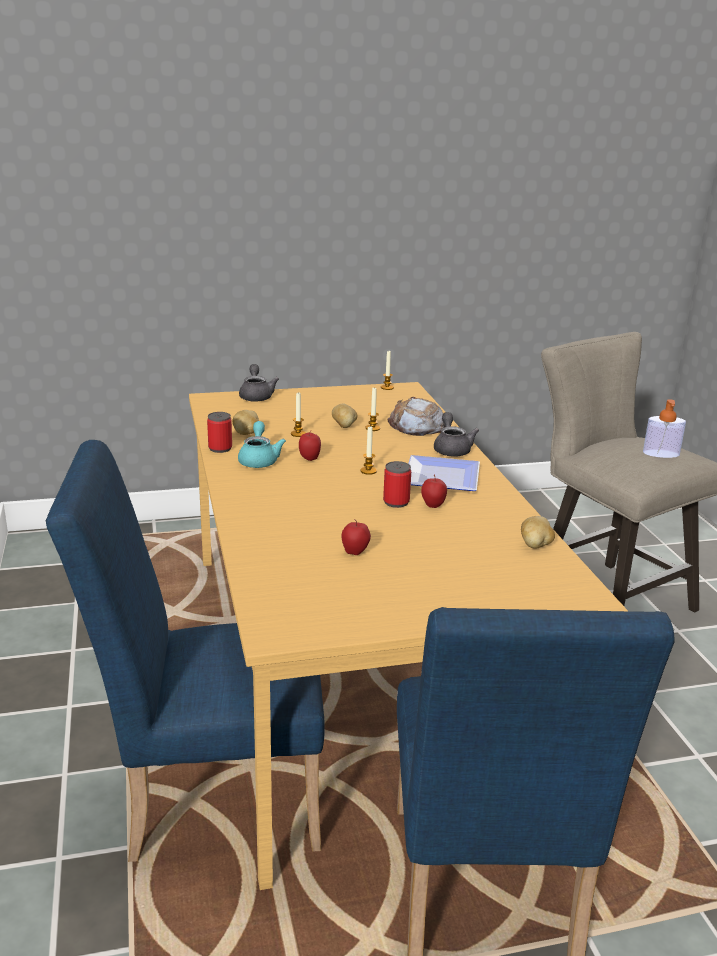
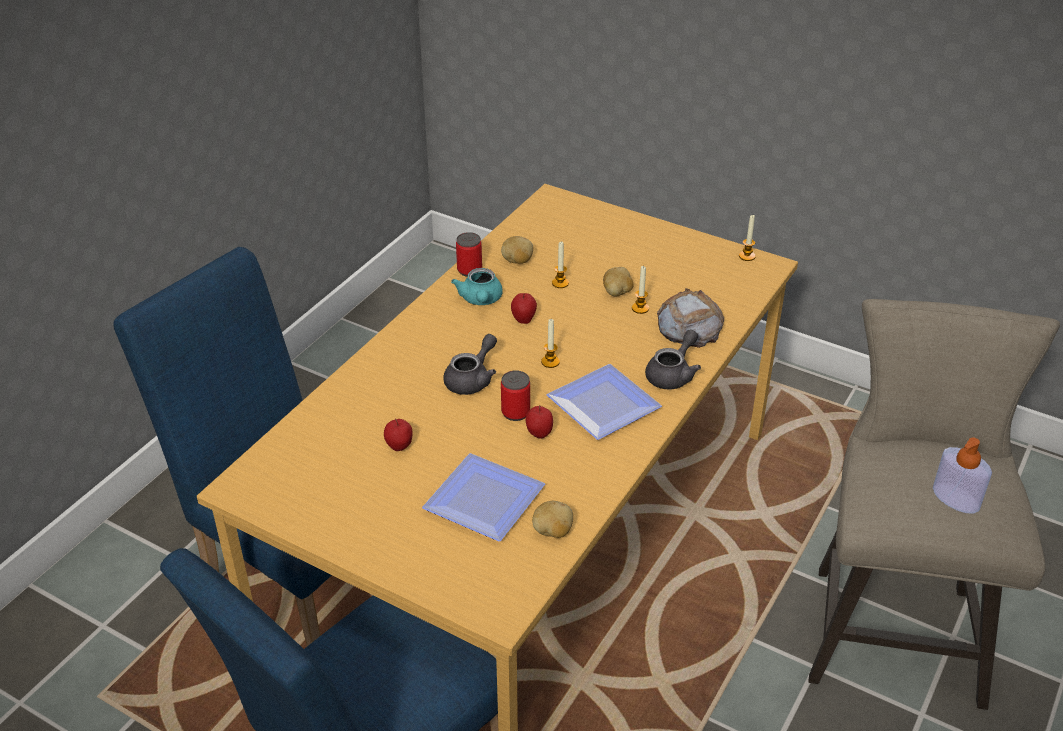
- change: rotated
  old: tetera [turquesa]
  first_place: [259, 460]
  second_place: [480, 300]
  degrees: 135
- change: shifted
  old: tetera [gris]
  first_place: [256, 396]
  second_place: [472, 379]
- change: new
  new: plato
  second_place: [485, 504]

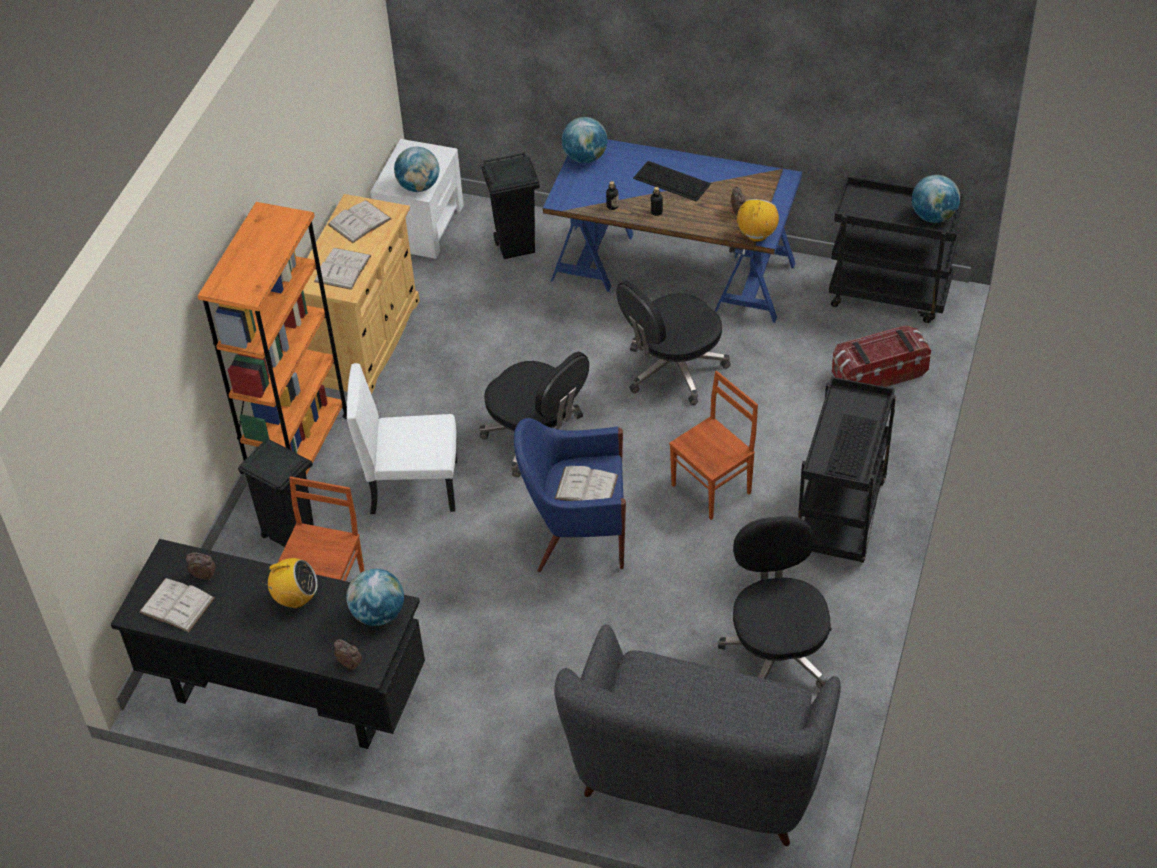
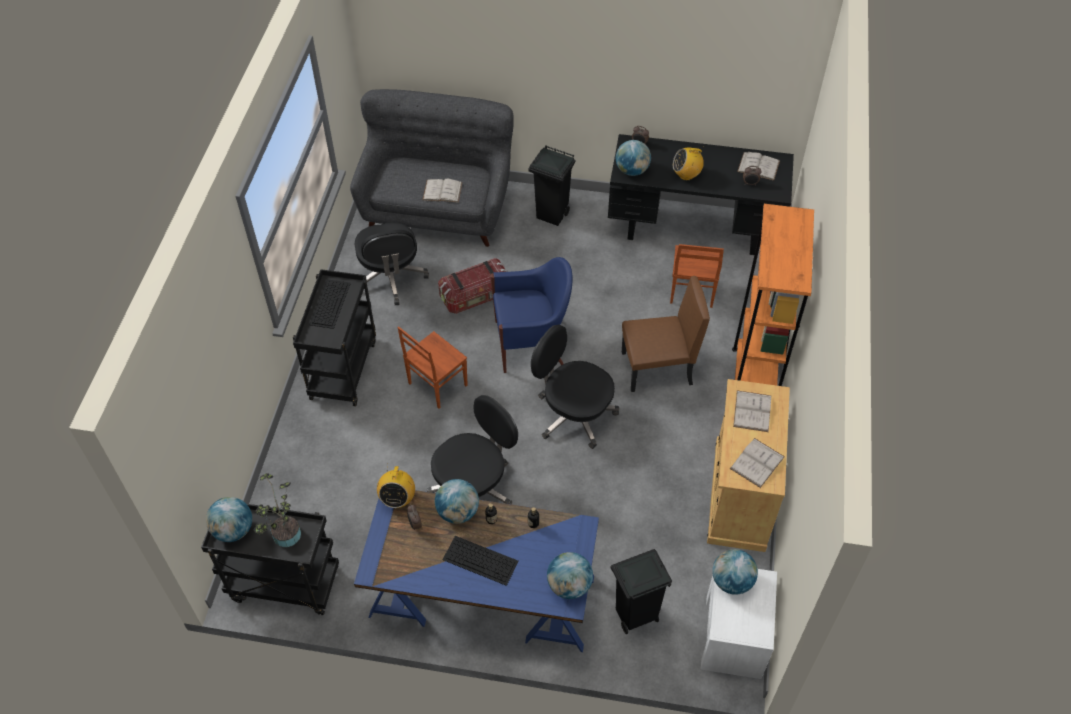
- change: shifted
  old: papelera [negro]
  first_place: [289, 536]
  second_place: [552, 215]
- change: repainted
  old: silla [blanco]
  new: silla [marrón]
  first_place: [414, 486]
  second_place: [657, 369]
- change: shifted
  old: libro [blanco]
  first_place: [586, 487]
  second_place: [442, 191]
- change: shifted
  old: caja de almacenaje
  first_place: [878, 373]
  second_place: [475, 296]
- change: new
  new: planta en maceta
  second_place: [285, 537]
- change: new
  new: globo terráqueo
  second_place: [457, 512]

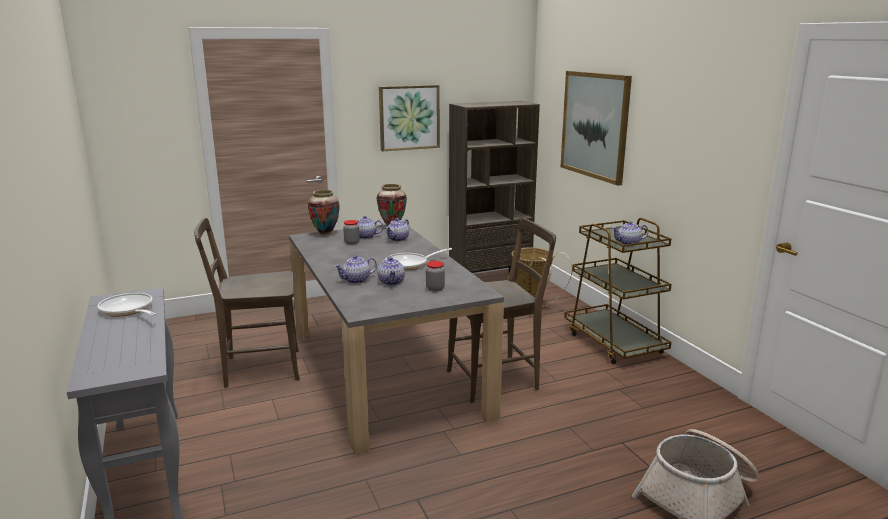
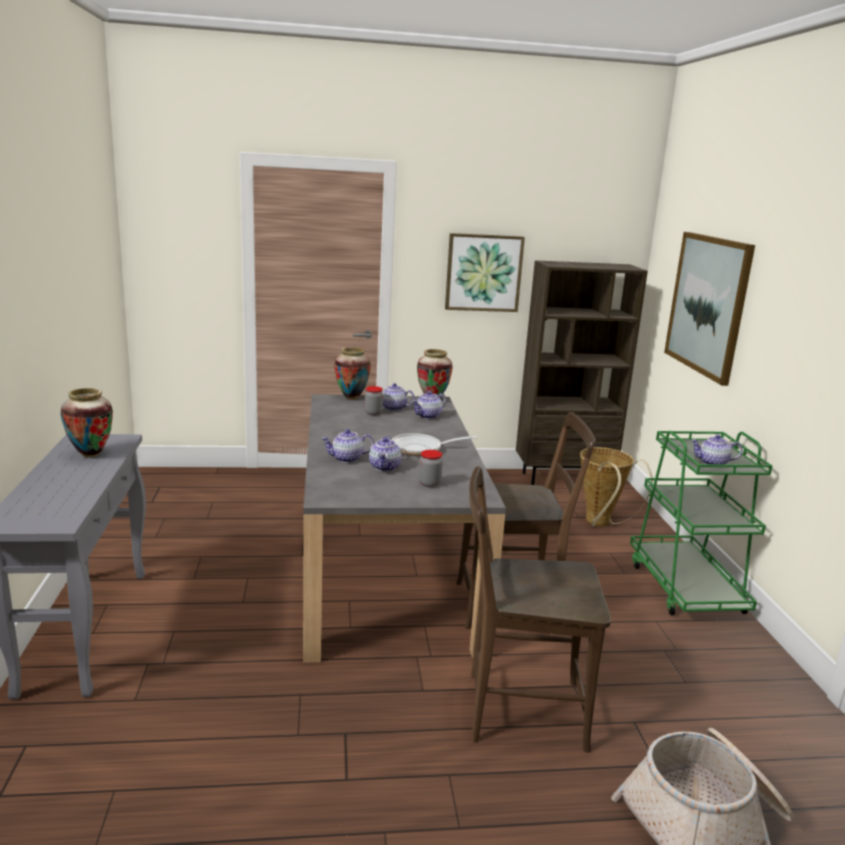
- change: swapped
  old: sartén
  new: florero
  first_place: [128, 310]
  second_place: [90, 454]
- change: shifted
  old: silla [marrón]
  first_place: [257, 369]
  second_place: [517, 709]
- change: repainted
  old: carrito [marrón]
  new: carrito [verde]
  first_place: [614, 343]
  second_place: [685, 587]

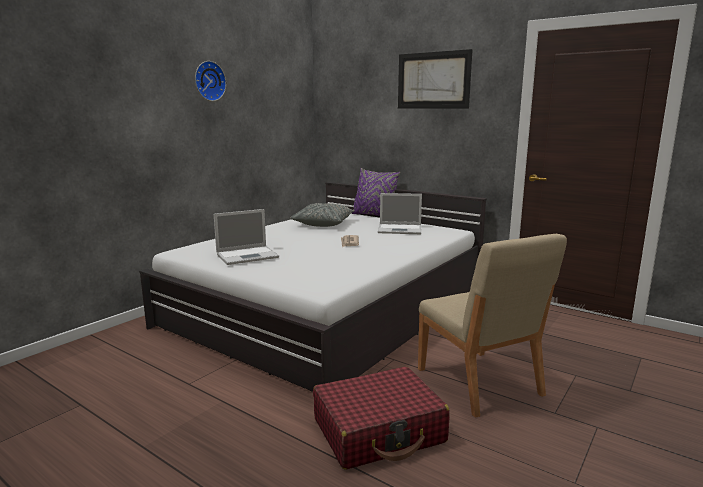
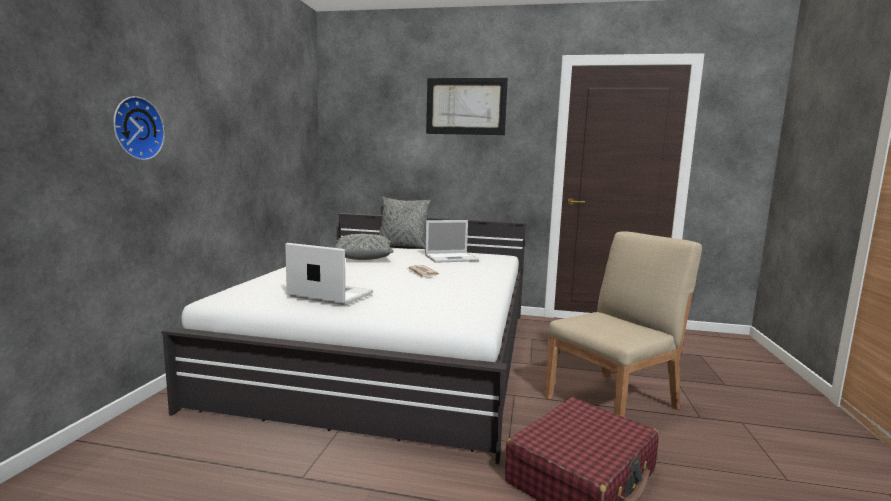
- change: shifted
  old: reloj de pared
  first_place: [208, 81]
  second_place: [135, 128]
- change: rotated
  old: portátil
  first_place: [248, 255]
  second_place: [329, 295]
  degrees: -105
- change: repainted
  old: cojín [morado]
  new: cojín [gris]
  first_place: [373, 215]
  second_place: [402, 247]
- change: rotated
  old: silla [beis]
  first_place: [479, 382]
  second_place: [613, 402]
  degrees: -75

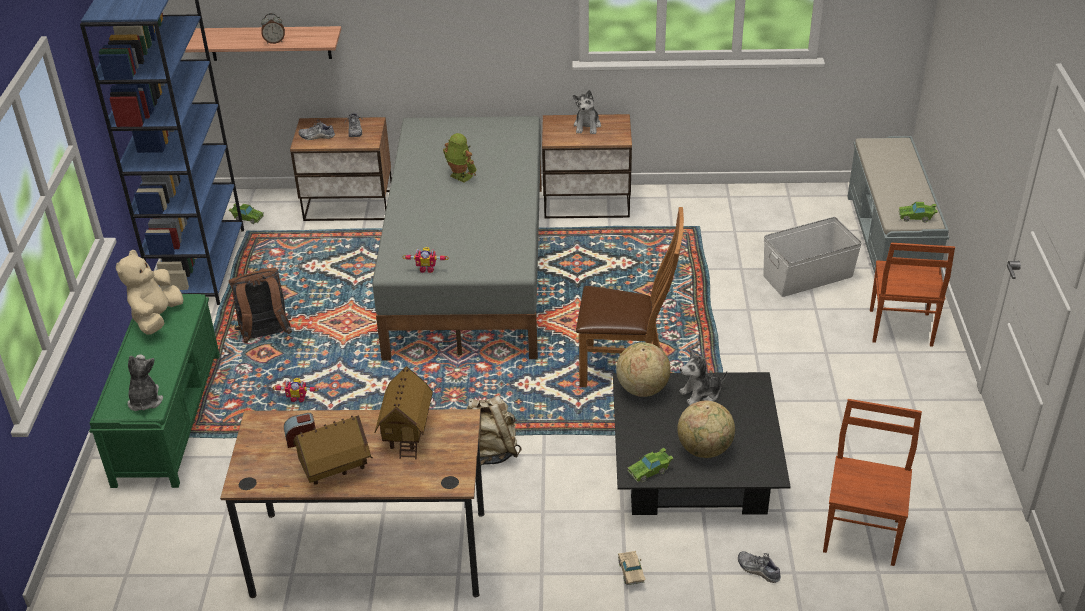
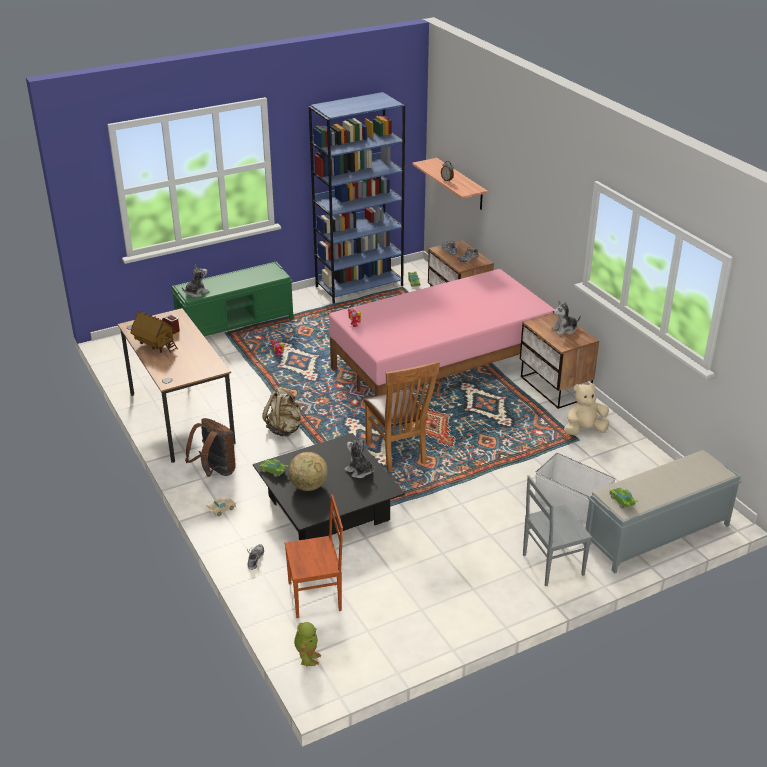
- change: shifted
  old: peluche [beis]
  first_place: [156, 318]
  second_place: [584, 430]
- change: shifted
  old: mochila [marrón]
  first_place: [265, 337]
  second_place: [215, 471]
- change: repainted
  old: cama [gris]
  new: cama [rosa]
  first_place: [469, 267]
  second_place: [442, 367]
- change: gone
  old: casita
  first_place: [406, 432]
- change: shifted
  old: robot de juguete
  first_place: [459, 177]
  second_place: [307, 657]
- change: gone
  old: globo terráqueo
  first_place: [642, 389]
- change: repainted
  old: silla [marrón]
  new: silla [gris]
  first_place: [899, 328]
  second_place: [551, 564]

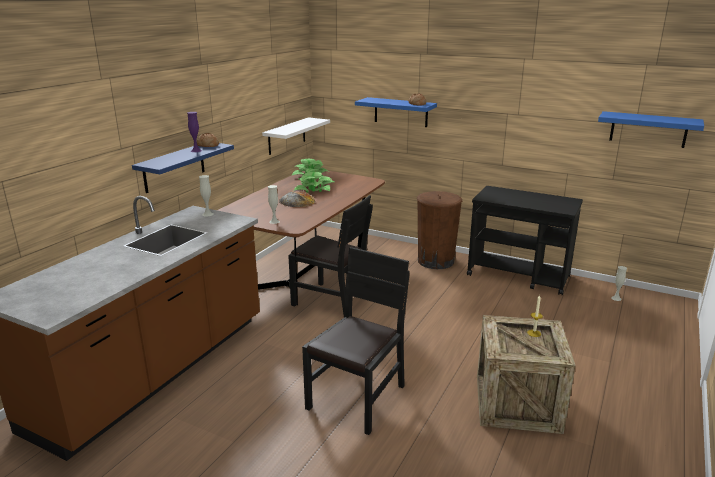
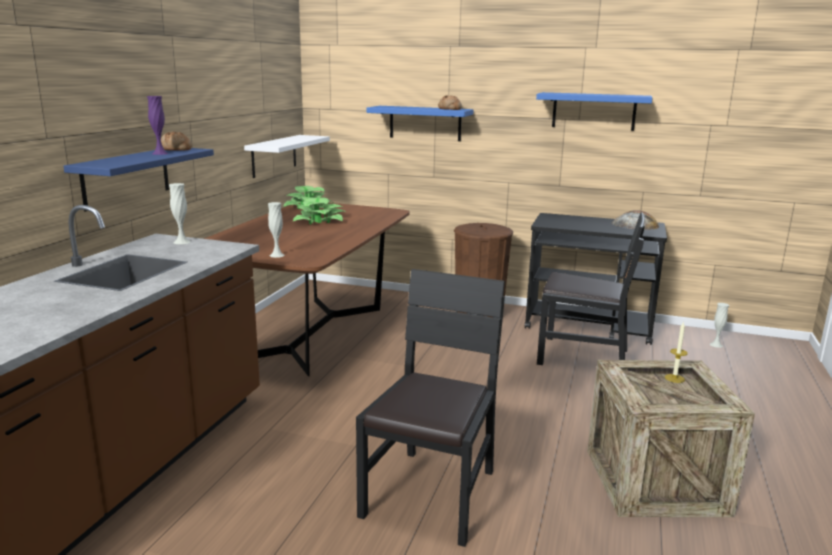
- change: shifted
  old: pan
  first_place: [297, 201]
  second_place: [635, 225]
- change: shifted
  old: silla [negro]
  first_place: [331, 301]
  second_place: [582, 356]
- change: shifted
  old: estante [azul]
  first_place: [648, 129]
  second_place: [593, 111]

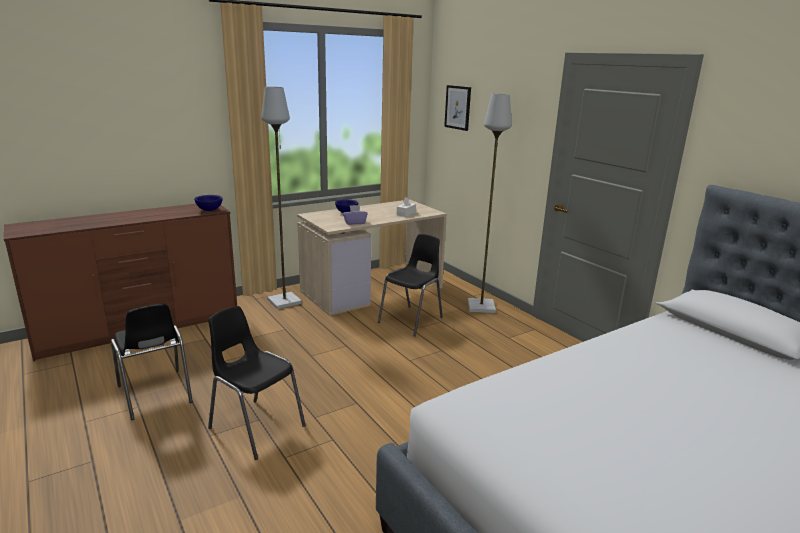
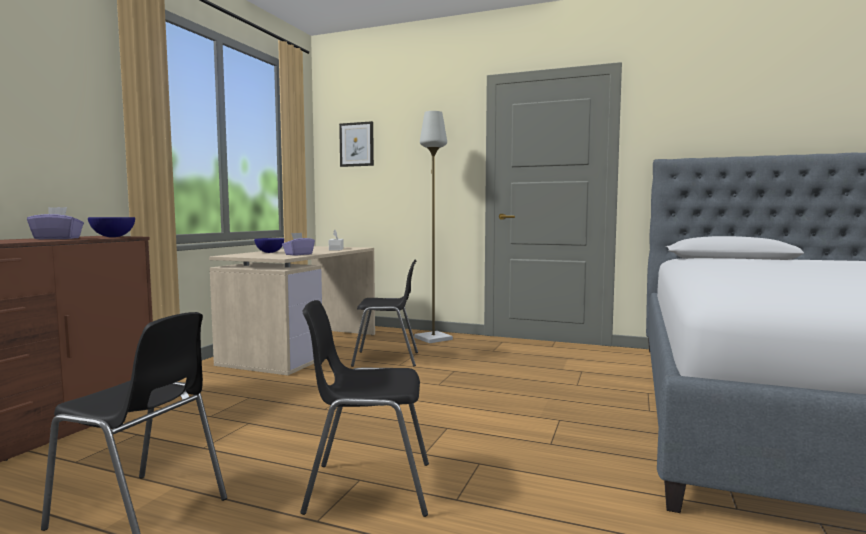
- change: gone
  old: lámpara de pie [gris]
  first_place: [284, 301]
- change: rotated
  old: silla [negro]
  first_place: [412, 320]
  second_place: [387, 359]
  degrees: 90
- change: new
  new: caja de pañuelos [morado]
  second_place: [57, 238]

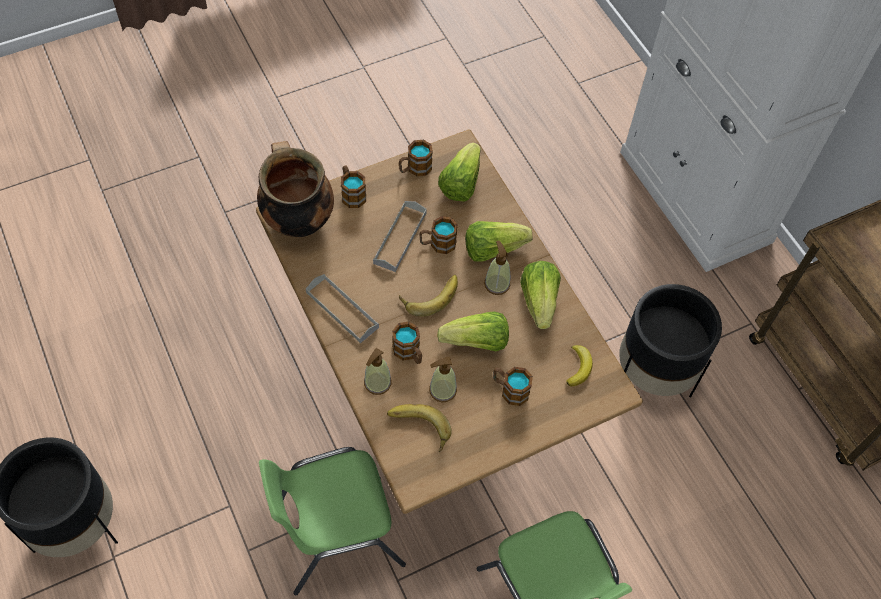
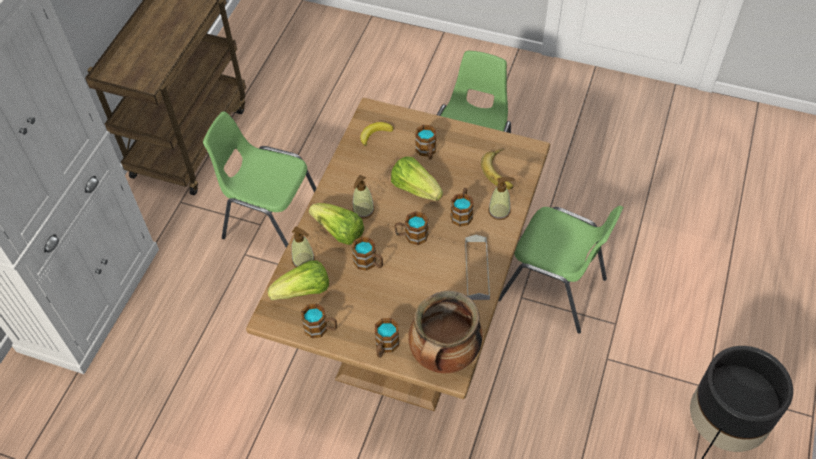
- change: gone
  old: bandeja [gris]
  first_place: [400, 238]
- change: swapped
  old: plátano
  new: taza grande
  first_place: [430, 295]
  second_place: [411, 236]
- change: shifted
  old: dispensador de jabón
  first_place: [442, 390]
  second_place: [303, 260]
- change: gone
  old: lechuga
  first_place: [539, 301]
- change: swapped
  old: maceta [negro]
  new: silla [verde]
  first_place: [653, 374]
  second_place: [272, 223]

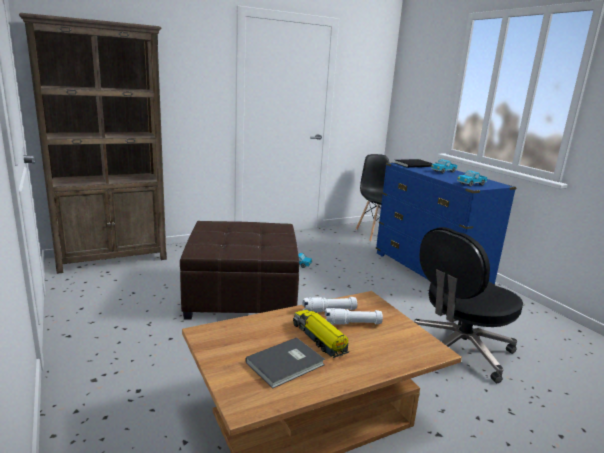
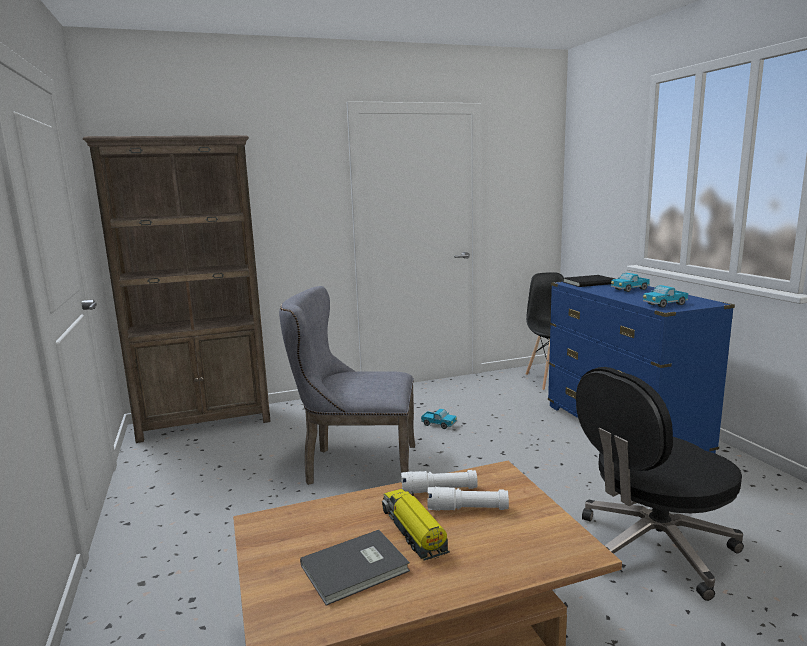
- change: swapped
  old: puf [marrón]
  new: silla [gris]
  first_place: [241, 294]
  second_place: [354, 466]

